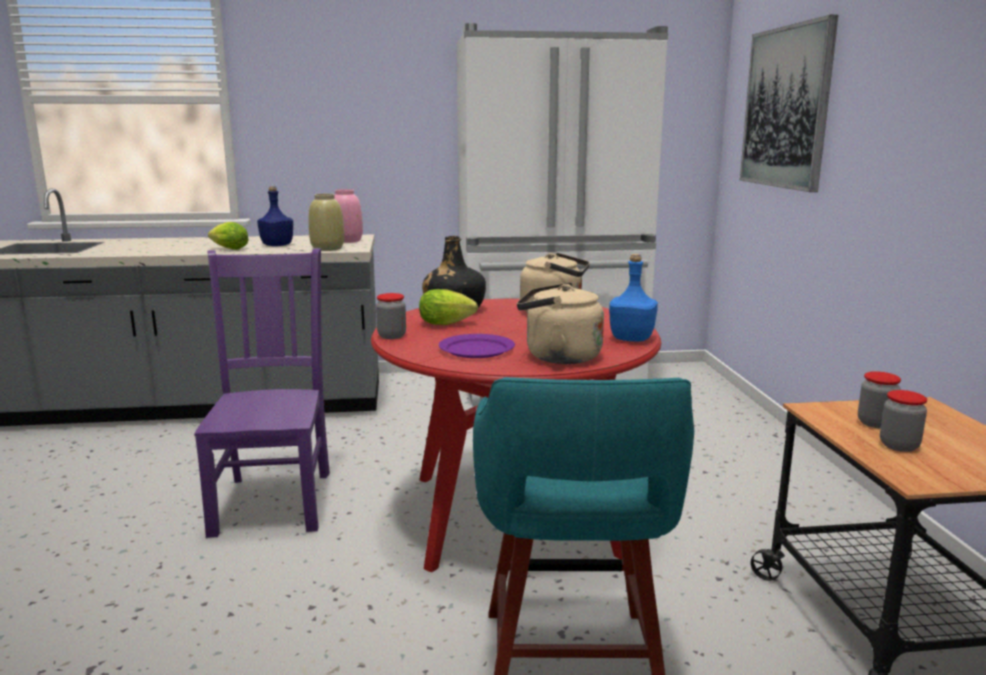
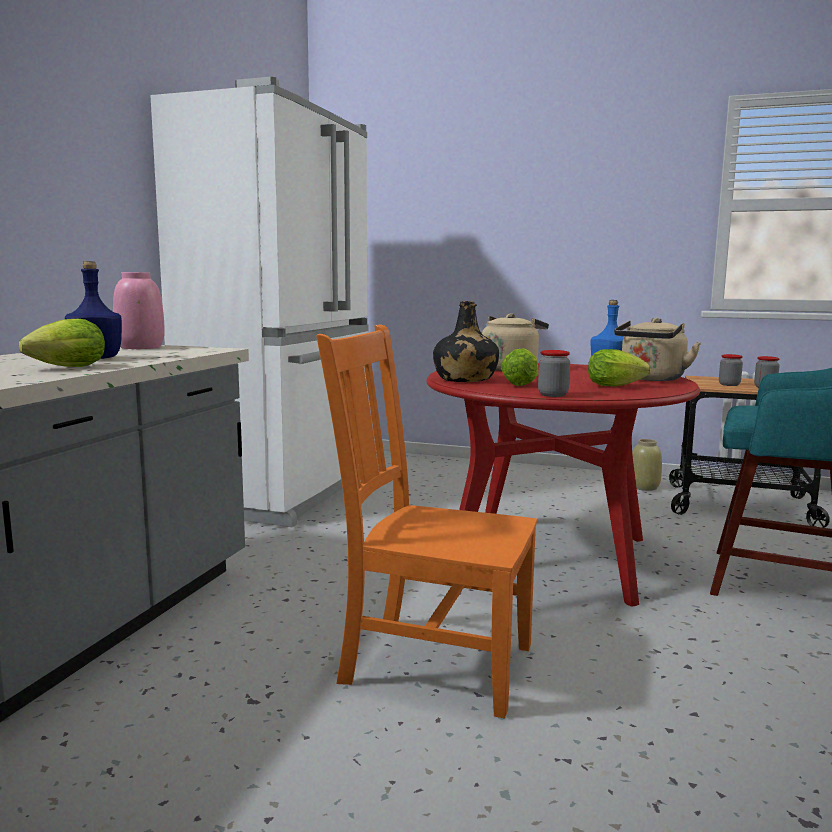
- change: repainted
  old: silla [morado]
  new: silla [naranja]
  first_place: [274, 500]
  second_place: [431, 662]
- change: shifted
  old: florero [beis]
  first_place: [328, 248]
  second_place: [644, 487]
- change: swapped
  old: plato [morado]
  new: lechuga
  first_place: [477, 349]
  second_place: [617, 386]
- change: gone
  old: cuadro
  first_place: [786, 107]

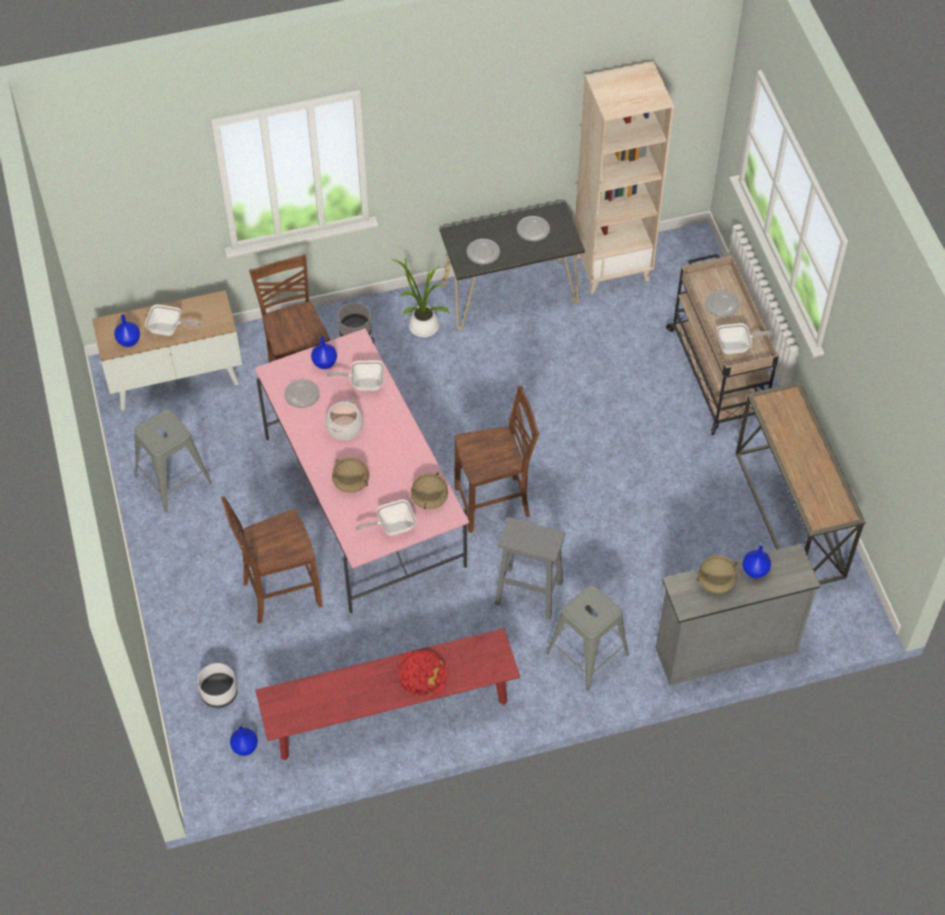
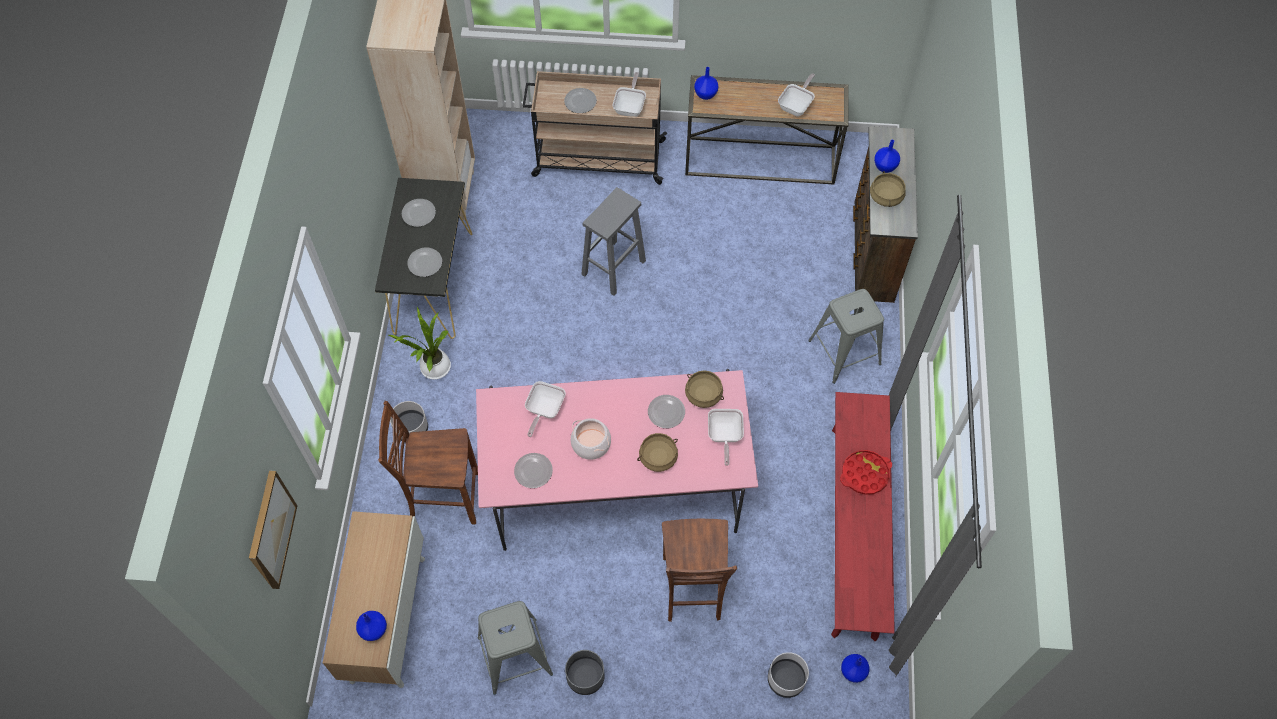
- change: shifted
  old: sartén
  first_place: [169, 329]
  second_place: [796, 105]
- change: shifted
  old: florero [azul]
  first_place: [325, 362]
  second_place: [705, 94]
- change: gone
  old: silla [marrón]
  first_place: [494, 503]
- change: shifted
  old: taburete [gris]
  first_place: [527, 592]
  second_place: [613, 268]
- change: repainted
  old: cómoda [gris]
  new: cómoda [marrón]
  first_place: [724, 648]
  second_place: [872, 251]
- change: new
  new: cuadro
  second_place: [270, 530]
- change: new
  new: maceta [gris]
  second_place: [585, 676]
- change: new
  new: plato
  second_place: [665, 412]

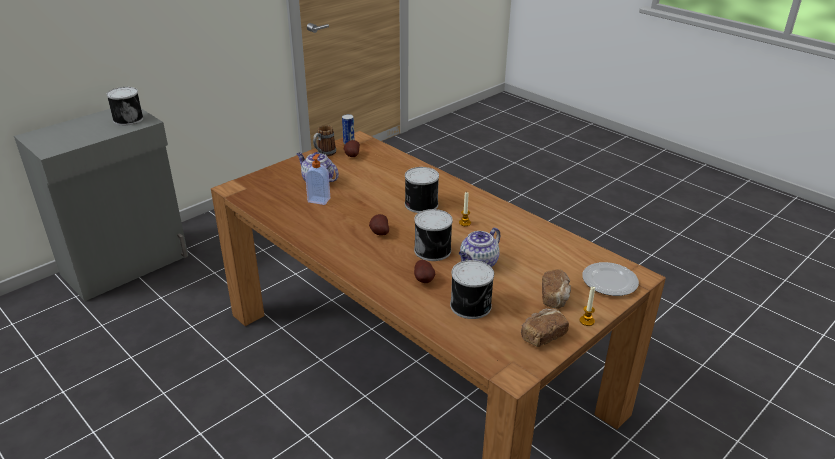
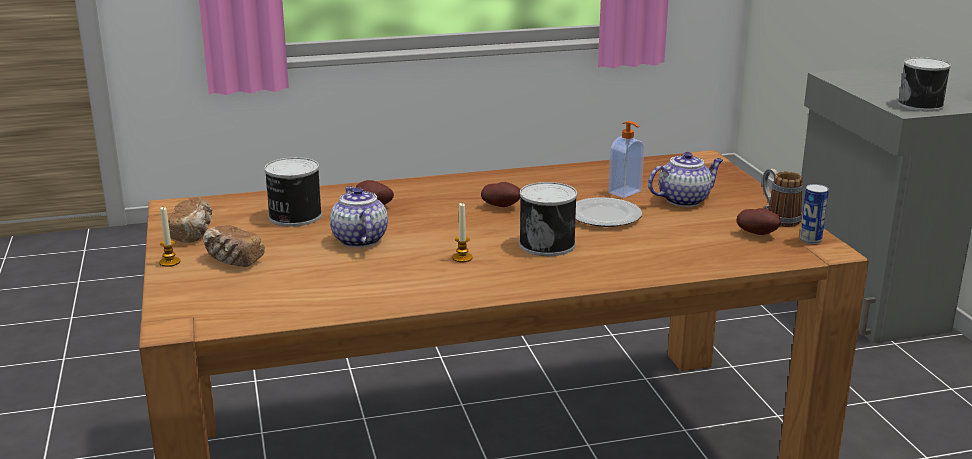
- change: gone
  old: lata
  first_place: [433, 250]
- change: shifted
  old: plato
  first_place: [609, 282]
  second_place: [604, 216]

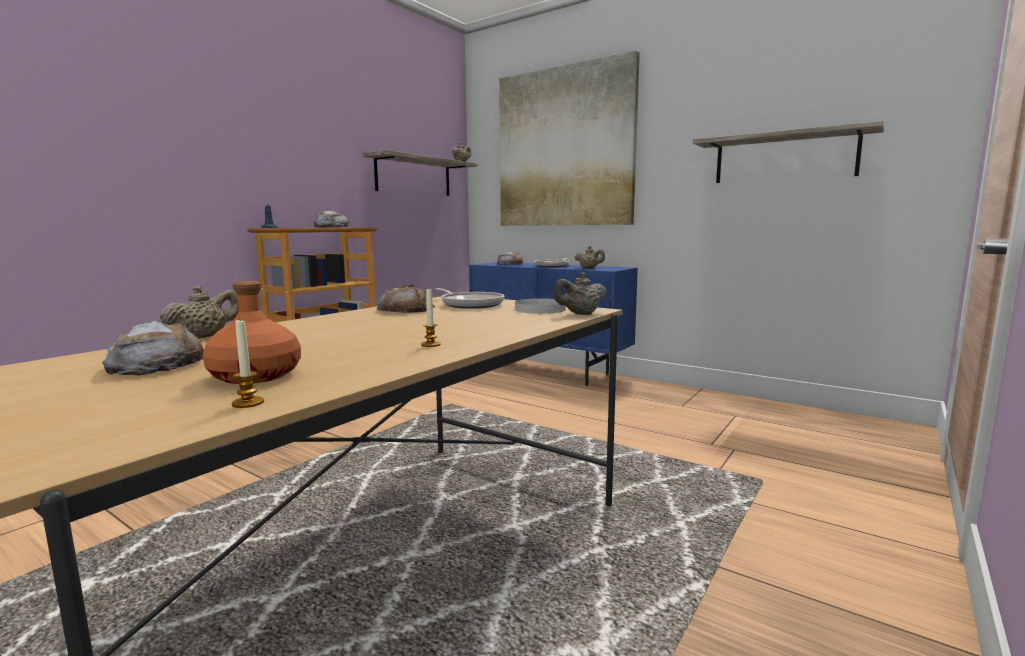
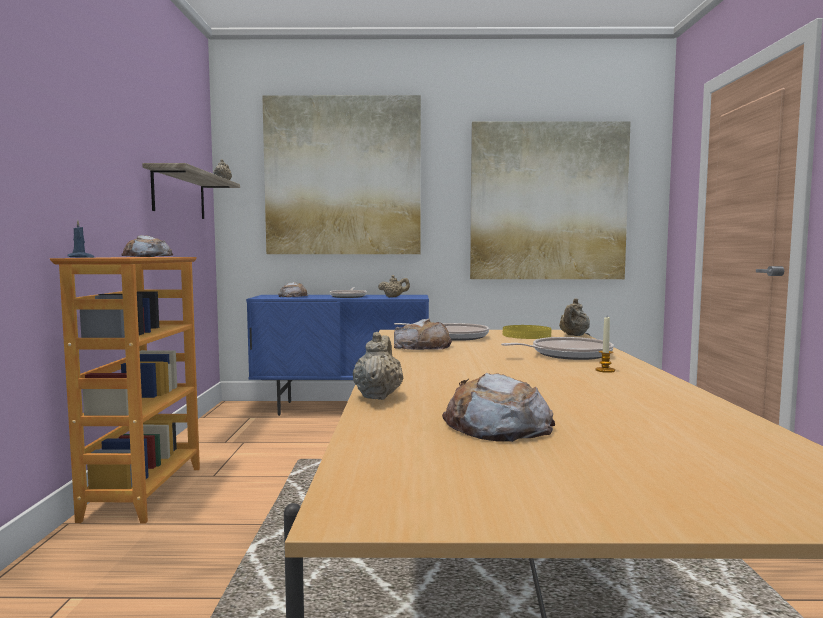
- change: gone
  old: botella [naranja]
  first_place: [257, 376]
- change: gone
  old: vela
  first_place: [248, 403]
- change: repainted
  old: plato [blanco]
  new: plato [amarillo]
  first_place: [540, 309]
  second_place: [526, 335]
- change: swapped
  old: estante
  new: cuadro
  first_place: [784, 158]
  second_place: [547, 202]
- change: new
  new: sartén
  second_place: [567, 355]

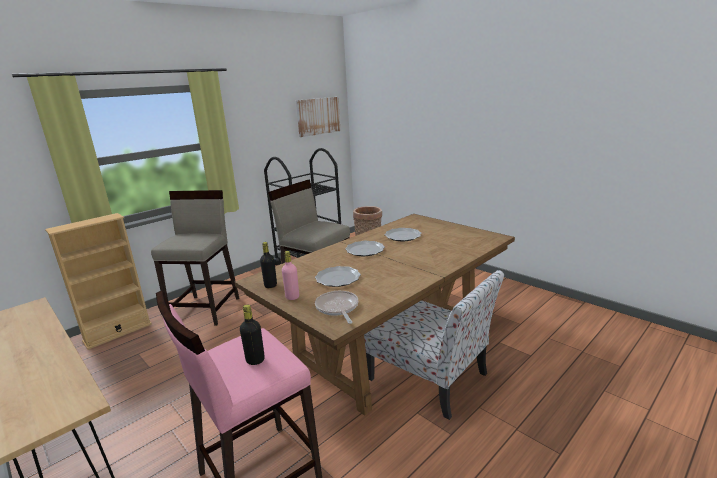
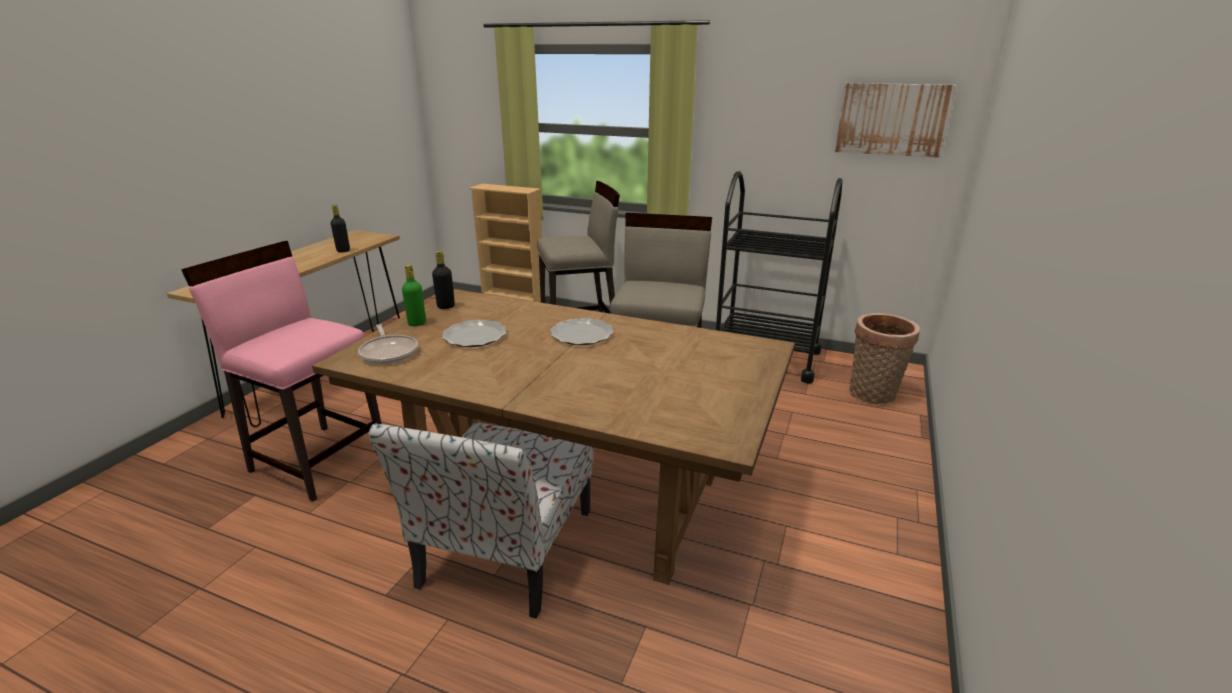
- change: shifted
  old: botella [negro]
  first_place: [255, 360]
  second_place: [343, 251]
- change: repainted
  old: botella [rosa]
  new: botella [verde]
  first_place: [292, 297]
  second_place: [417, 323]
- change: rotated
  old: sartén
  first_place: [337, 308]
  second_place: [389, 352]
  degrees: 105
- change: gone
  old: plato
  first_place: [403, 236]

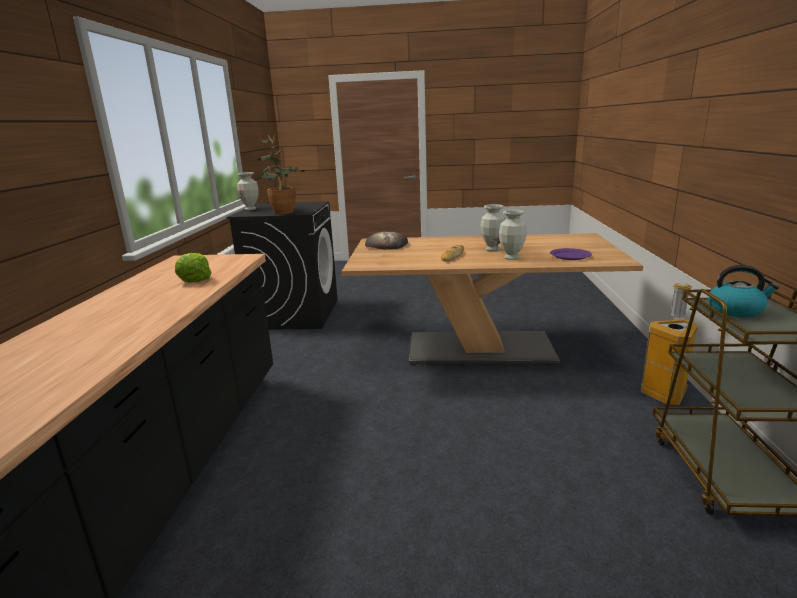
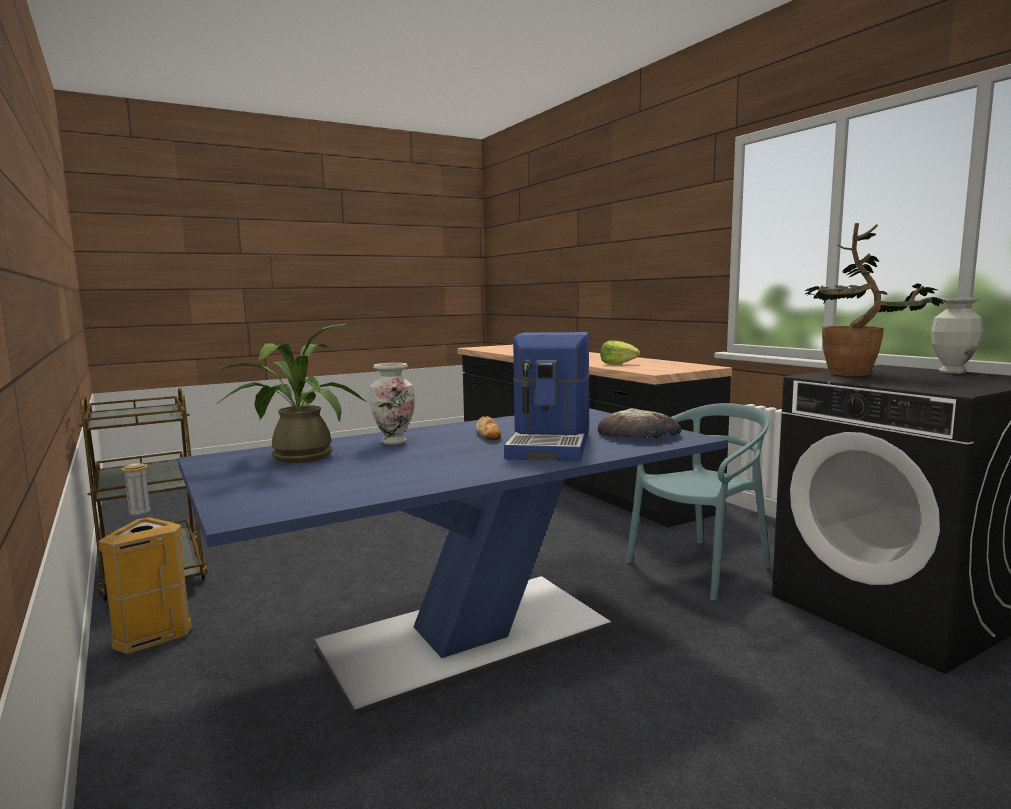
- change: repainted
  old: mesa de comedor [beis]
  new: mesa de comedor [azul]
  first_place: [480, 348]
  second_place: [465, 637]
- change: gone
  old: florero
  first_place: [492, 249]
- change: swapped
  old: plato [morado]
  new: planta en maceta
  first_place: [570, 256]
  second_place: [296, 456]
- change: gone
  old: hervidor
  first_place: [736, 310]
- change: new
  new: cafetera
  second_place: [551, 445]
- change: new
  new: silla [turquesa]
  second_place: [700, 567]

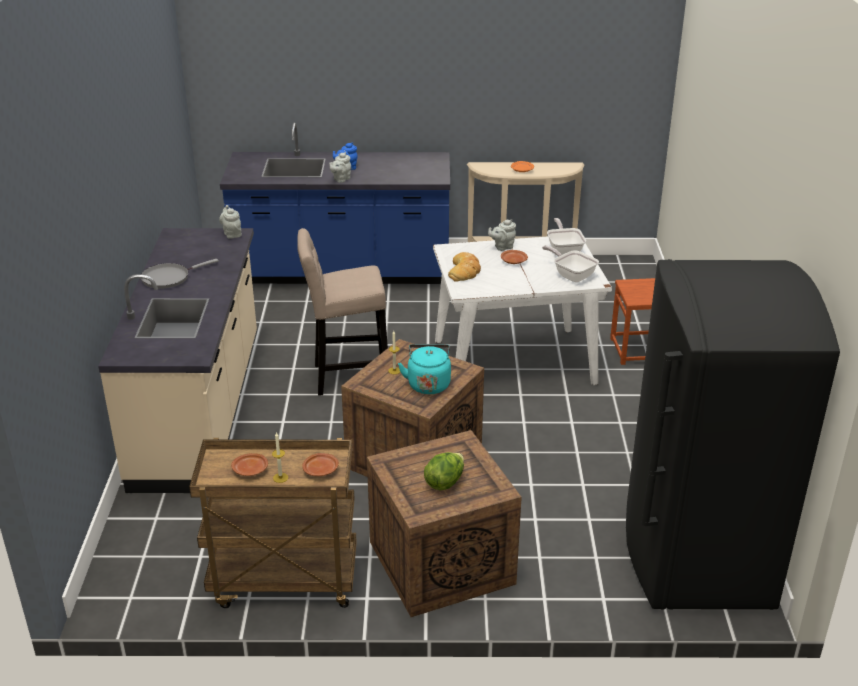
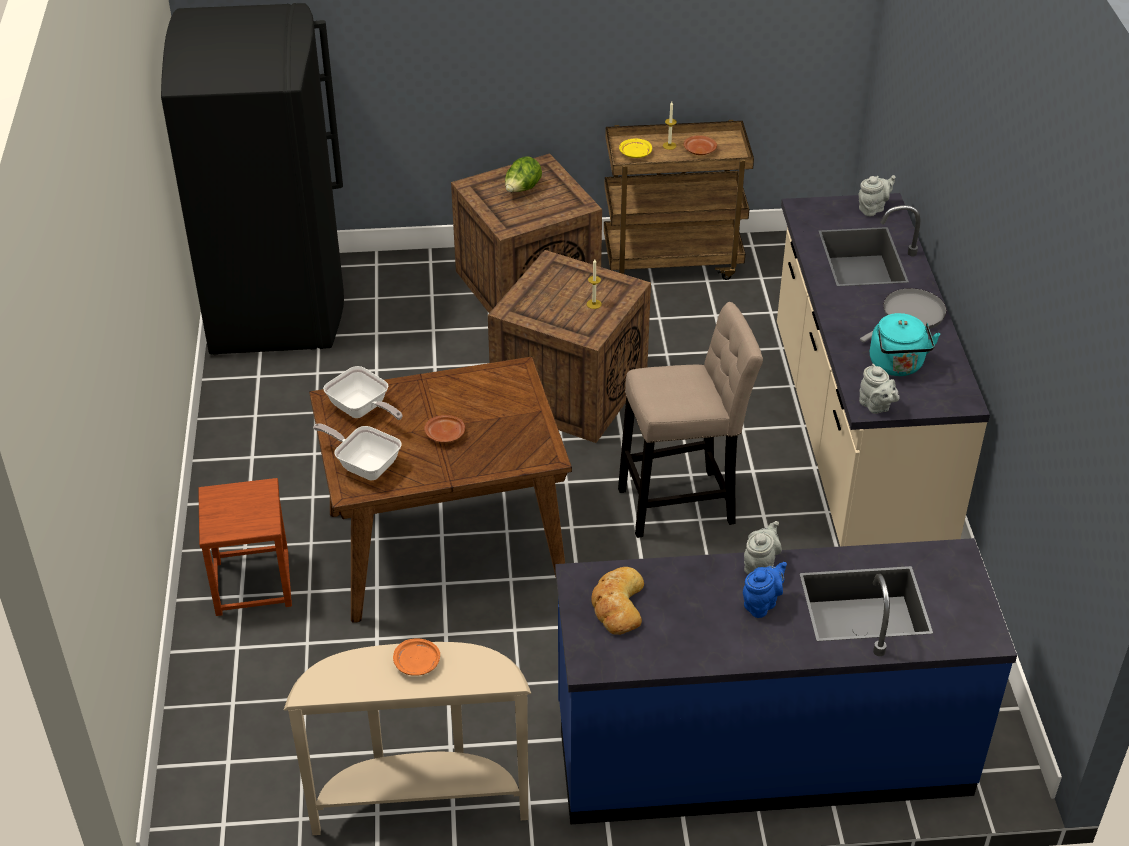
- change: repainted
  old: plato [marrón]
  new: plato [amarillo]
  first_place: [321, 470]
  second_place: [635, 153]
- change: shifted
  old: hervidor [turquesa]
  first_place: [428, 383]
  second_place: [897, 366]
- change: repainted
  old: mesa de comedor [blanco]
  new: mesa de comedor [marrón]
  first_place: [515, 361]
  second_place: [444, 548]
- change: shifted
  old: pan
  first_place: [465, 271]
  second_place: [617, 605]
- change: shifted
  old: tetera [gris]
  first_place: [502, 247]
  second_place: [873, 208]
- change: rotated
  old: sartén
  first_place: [564, 250]
  second_place: [364, 465]
  degrees: 135

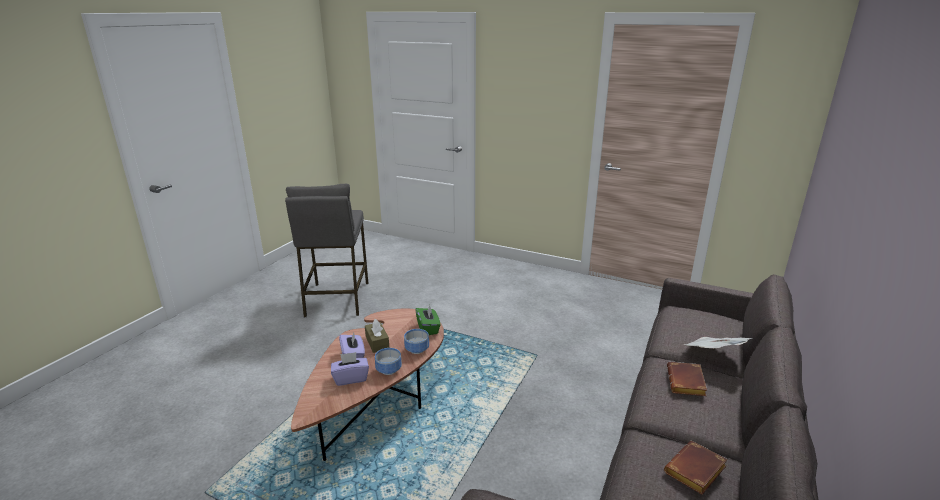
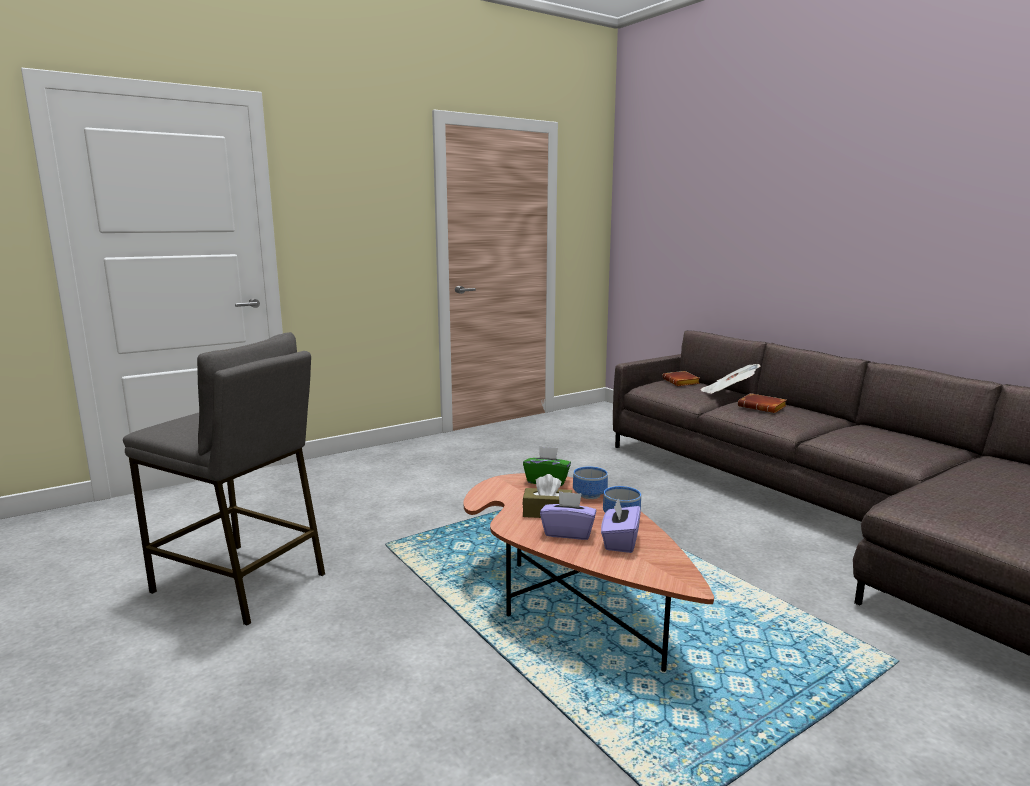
- change: shifted
  old: libro [marrón]
  first_place: [695, 472]
  second_place: [682, 382]

